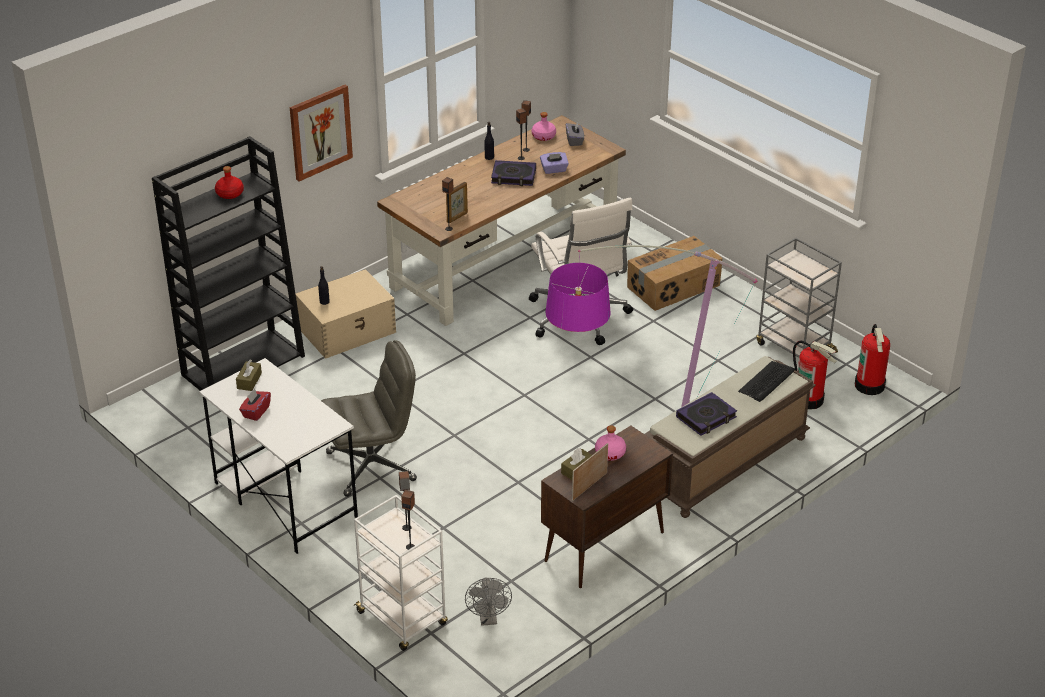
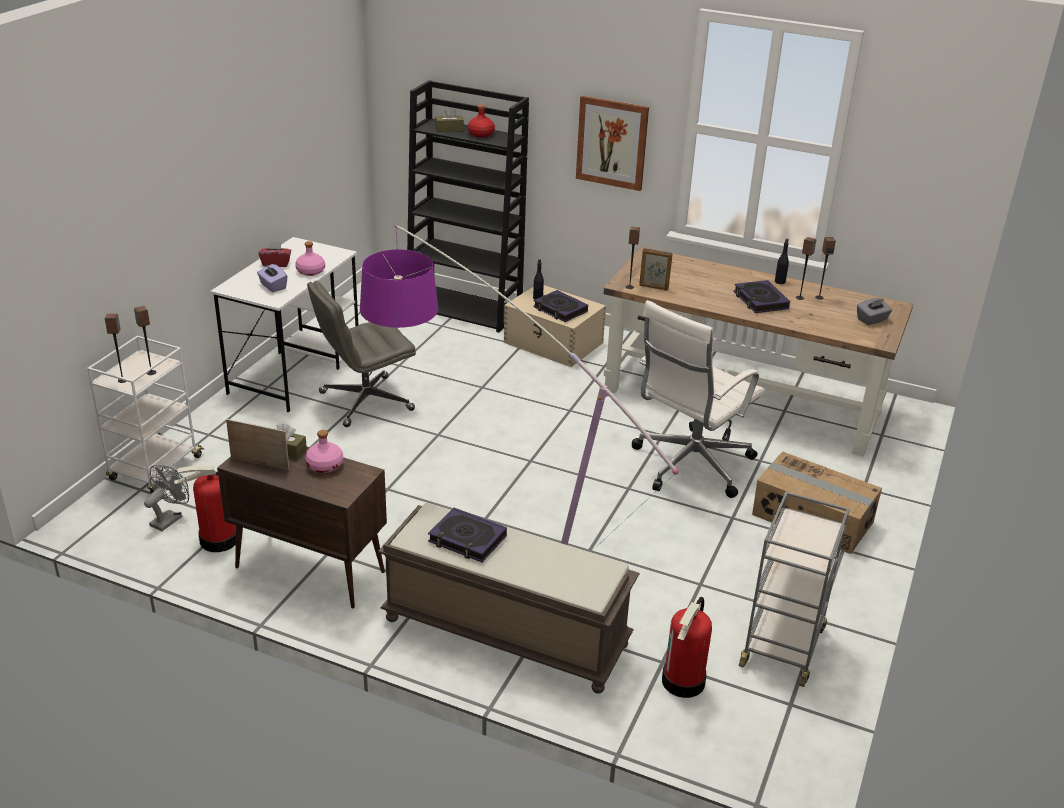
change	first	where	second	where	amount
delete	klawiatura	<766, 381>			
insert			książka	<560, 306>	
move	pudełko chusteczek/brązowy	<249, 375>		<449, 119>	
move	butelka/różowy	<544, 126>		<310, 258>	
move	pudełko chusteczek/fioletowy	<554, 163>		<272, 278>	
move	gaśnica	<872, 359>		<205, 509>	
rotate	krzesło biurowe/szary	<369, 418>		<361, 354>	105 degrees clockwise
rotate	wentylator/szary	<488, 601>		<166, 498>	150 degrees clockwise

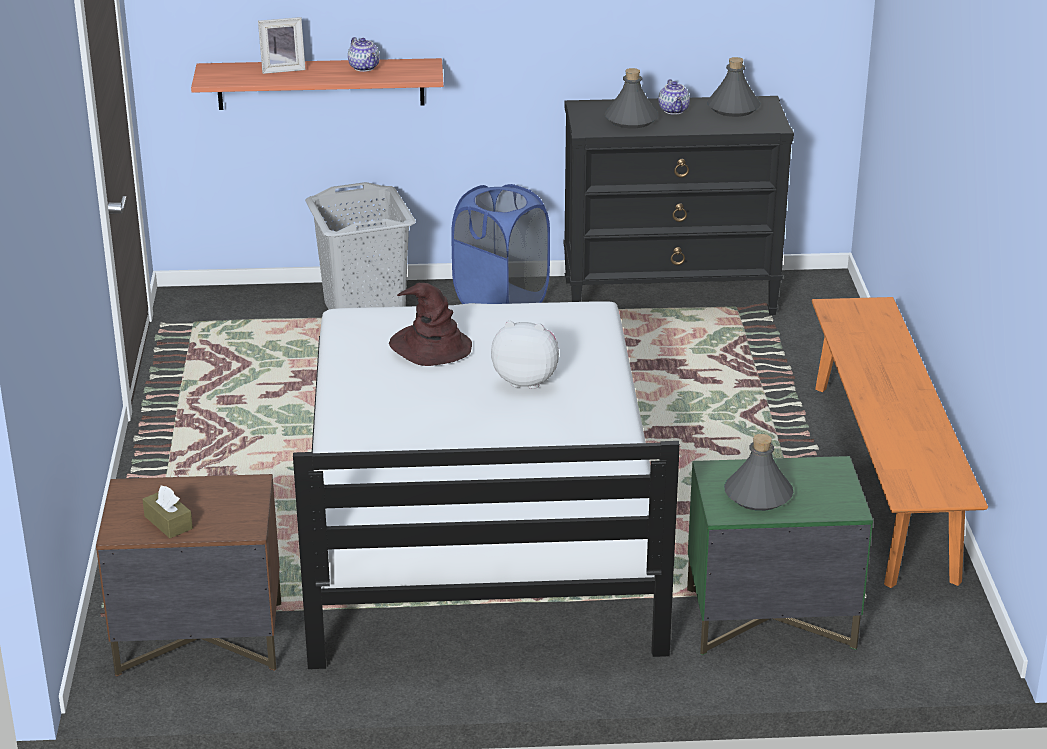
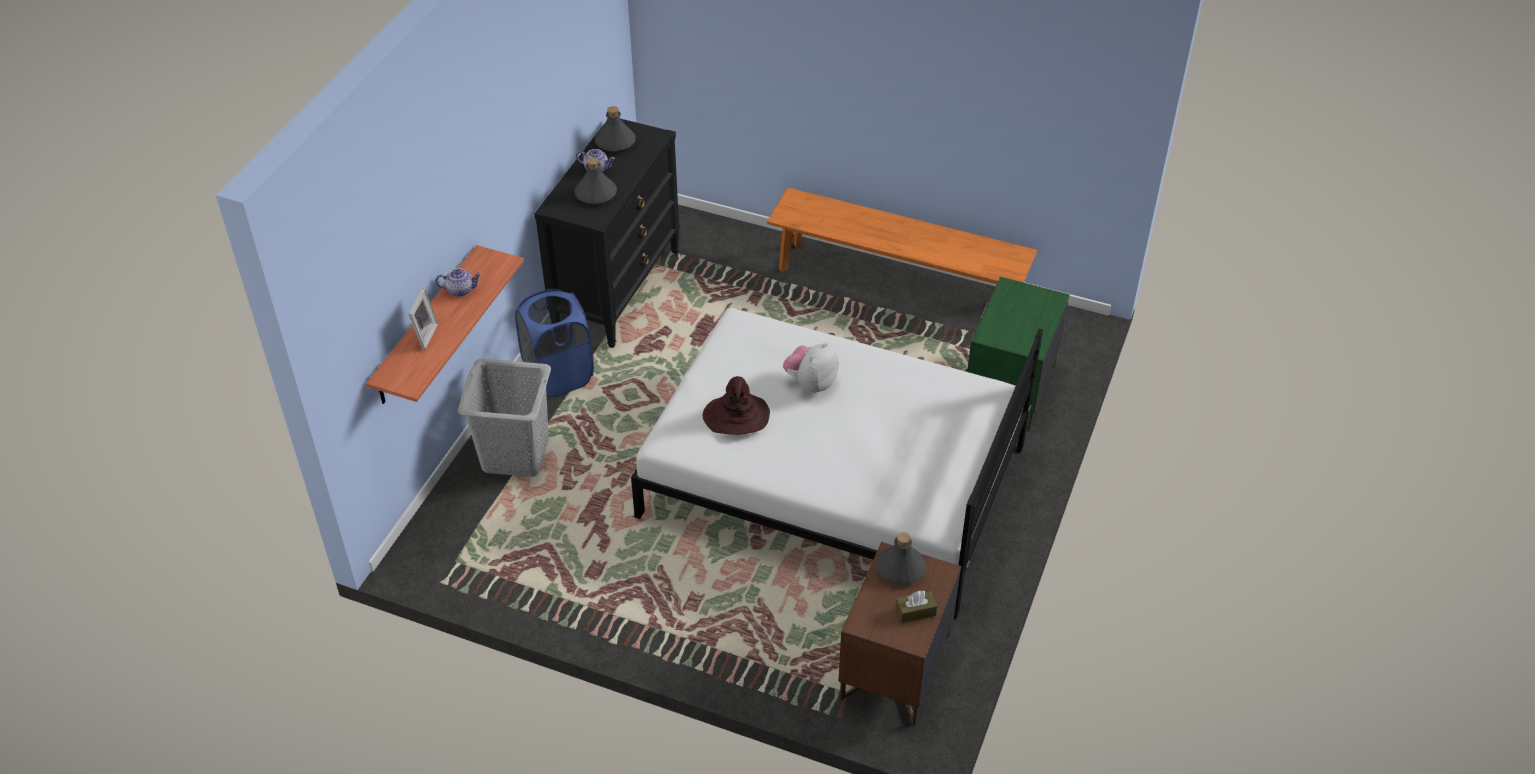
change	first	where	second	where	amount
move	butelka/szary	<758, 472>		<901, 558>	

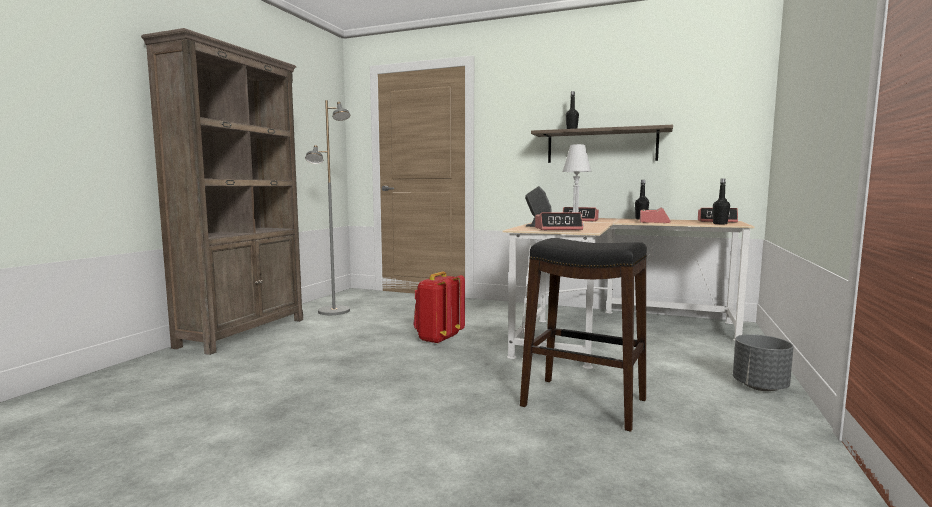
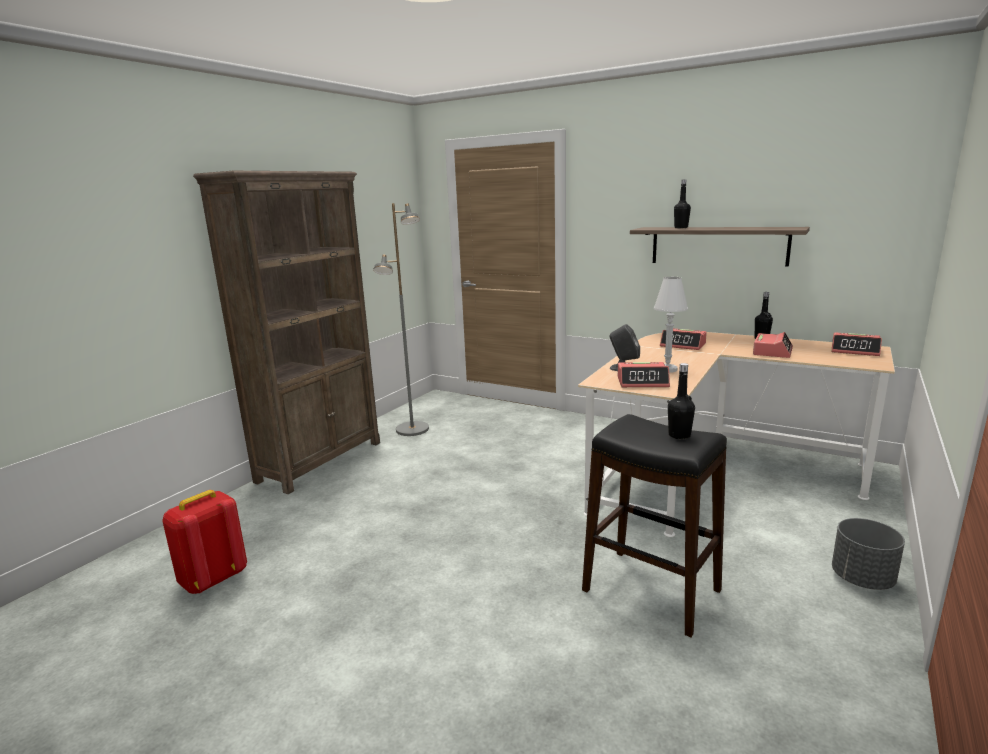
change	first	where	second	where	amount
move	plecak/czerwony	<439, 308>		<205, 542>	
move	butelka/czarny	<721, 201>		<681, 401>	

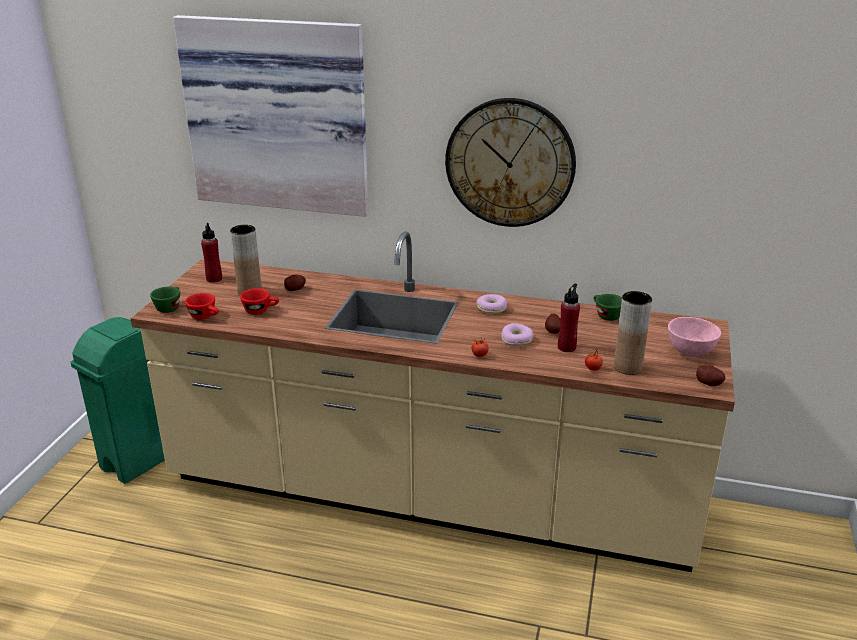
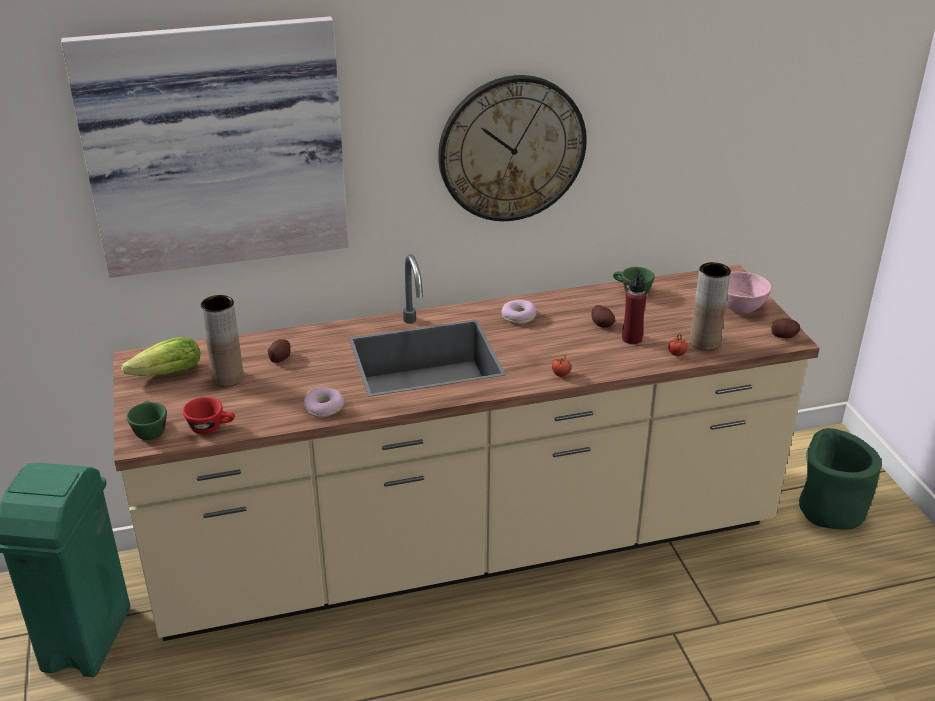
change	first	where	second	where	amount
delete	filiżanka/czerwony	<259, 301>			
insert			donica/zielony	<840, 479>	
move	donut	<517, 334>		<324, 402>	
replace	butelka/czerwony	<211, 253>	sałata	<160, 356>	

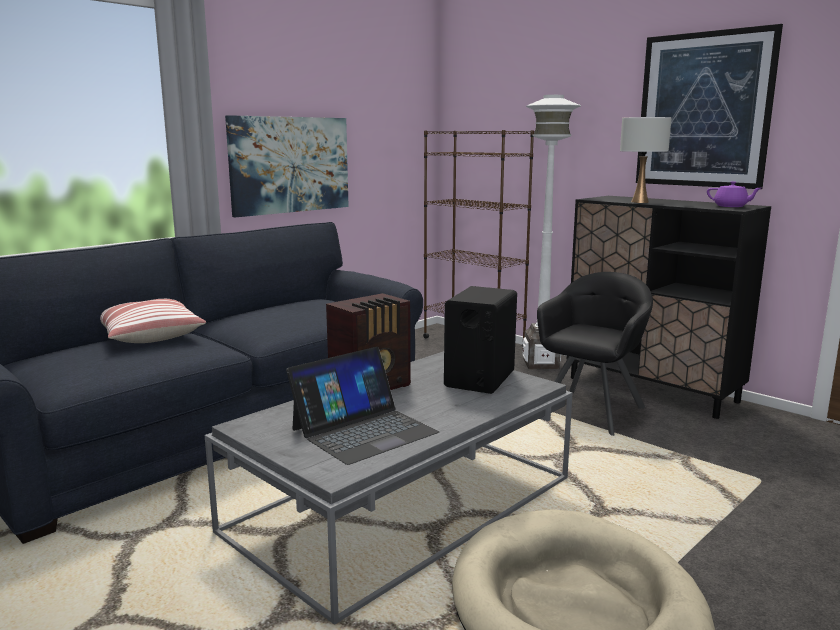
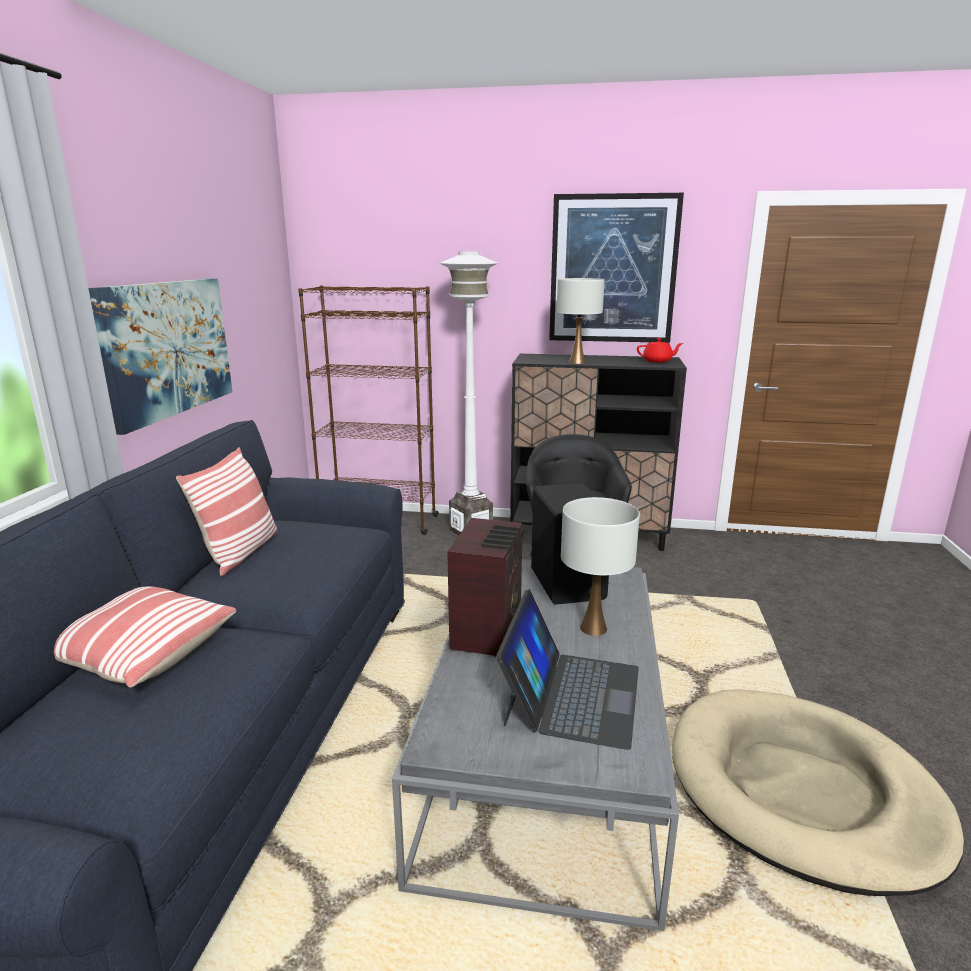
change	first	where	second	where	amount
insert			poduszka	<227, 511>	
insert			lampa stołowa/biały	<600, 566>	
recolor	imbryk/fioletowy	<734, 194>	imbryk/czerwony	<660, 350>	

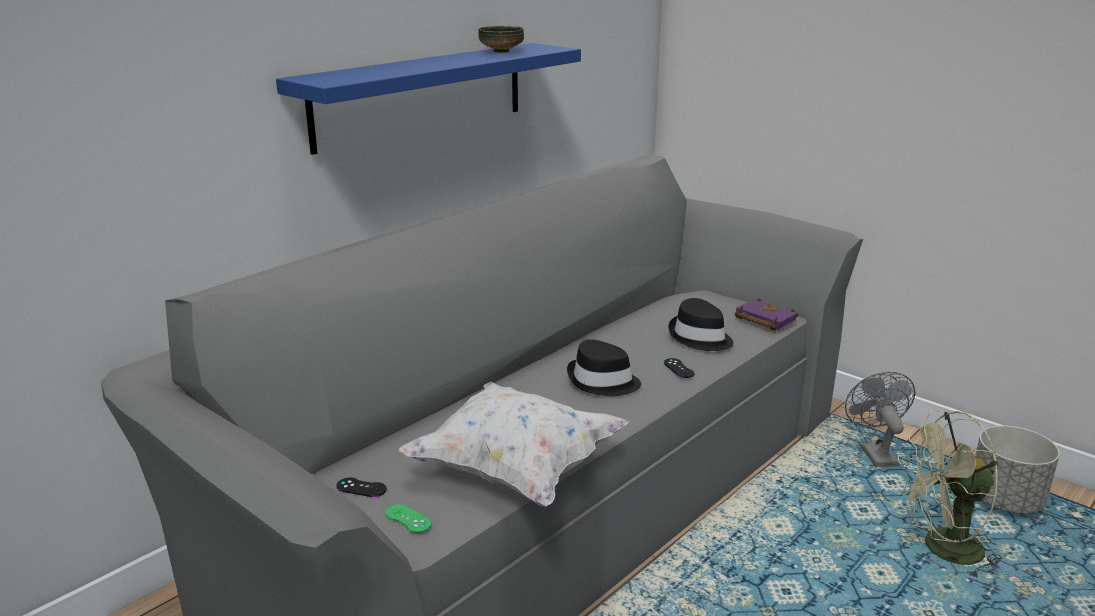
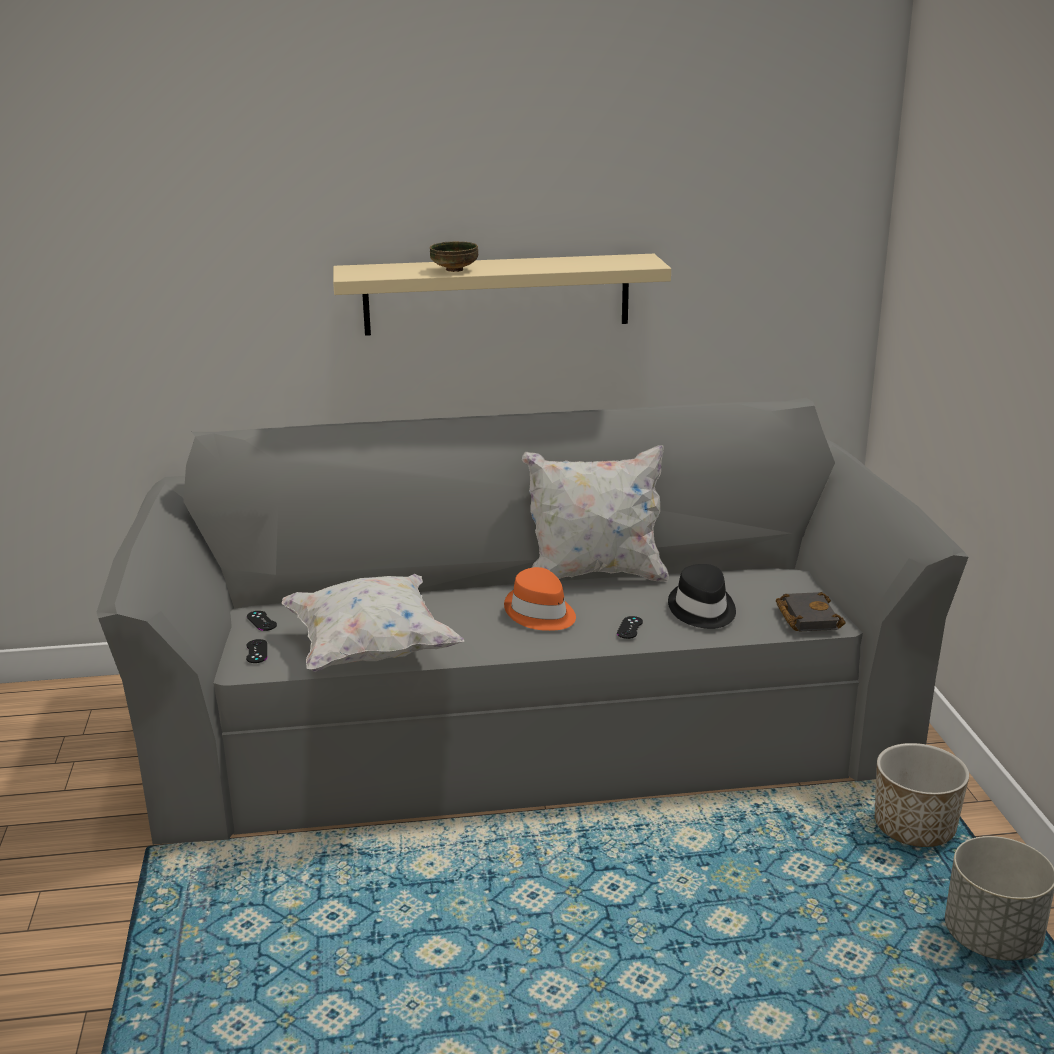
change	first	where	second	where	amount
delete	wentylator/zielony	<952, 495>			
insert			poduszka/biały	<595, 513>	
move	miska	<501, 39>		<454, 256>	
replace	wentylator/szary	<880, 419>	donica	<922, 795>	
recolor	półka/niebieski	<428, 99>	półka/beżowy	<502, 295>	
recolor	pad do gier/zielony	<408, 518>	pad do gier/czarny	<256, 651>	
recolor	kapelusz/czarny	<604, 367>	kapelusz/pomarańczowy	<540, 599>	
recolor	książka/fioletowy	<766, 314>	książka/czarny	<811, 612>	

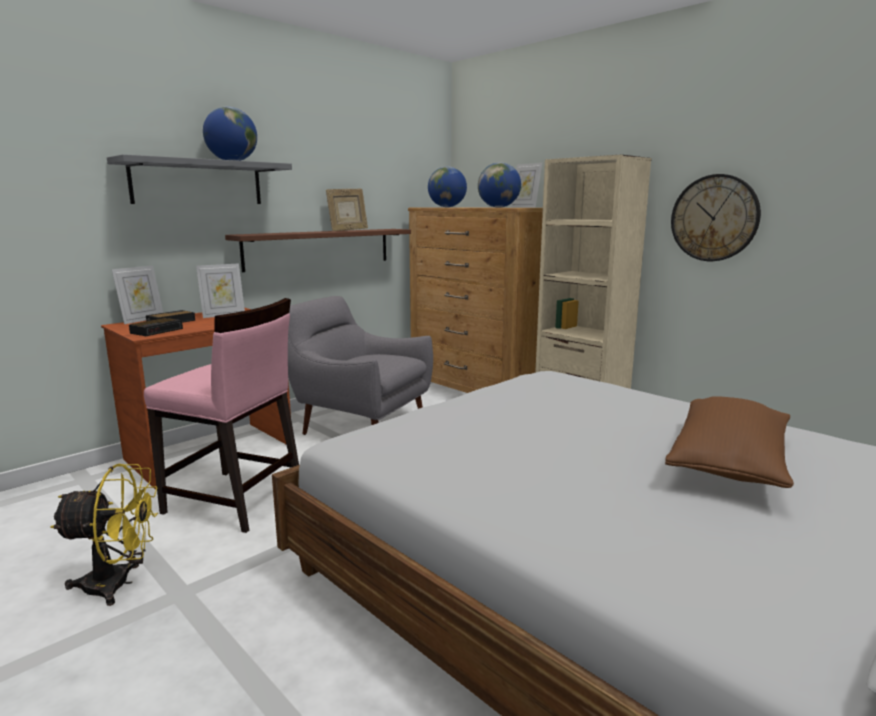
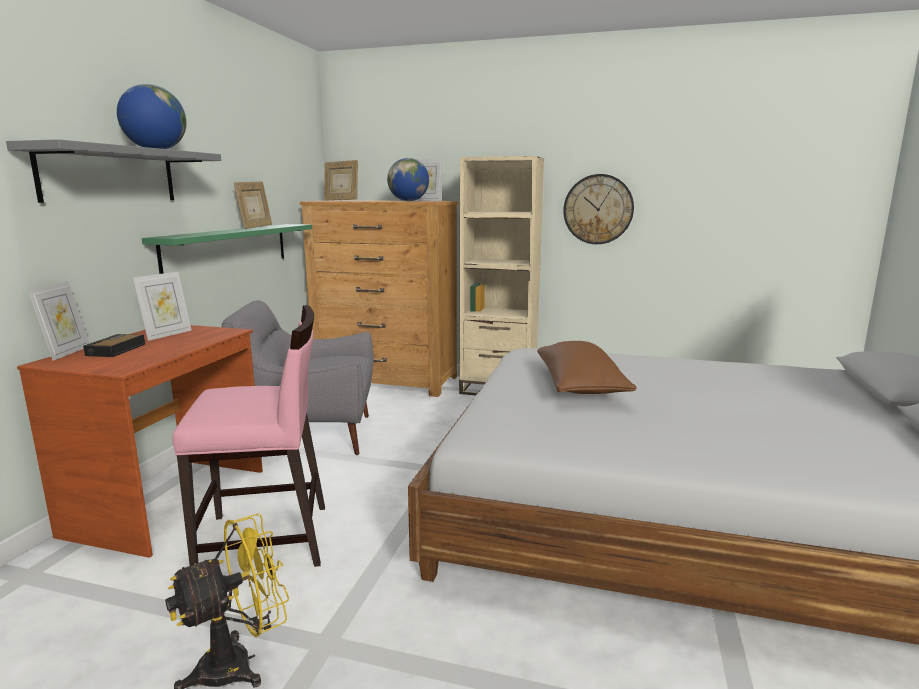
change	first	where	second	where	amount
delete	budzik	<156, 327>			
move	poduszka/brązowy	<729, 442>		<587, 367>	
replace	globus	<447, 187>	ramka na zdjęcie	<341, 180>	
recolor	półka/brązowy	<318, 250>	półka/zielony	<227, 249>	

